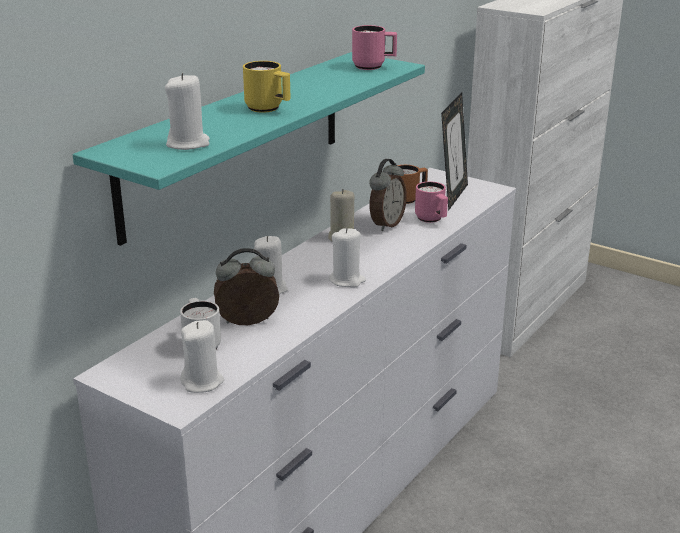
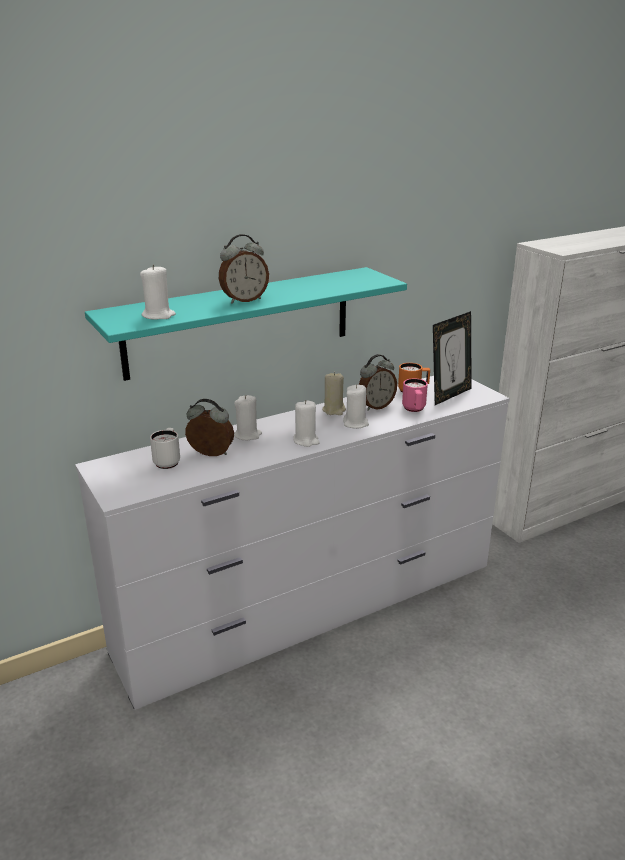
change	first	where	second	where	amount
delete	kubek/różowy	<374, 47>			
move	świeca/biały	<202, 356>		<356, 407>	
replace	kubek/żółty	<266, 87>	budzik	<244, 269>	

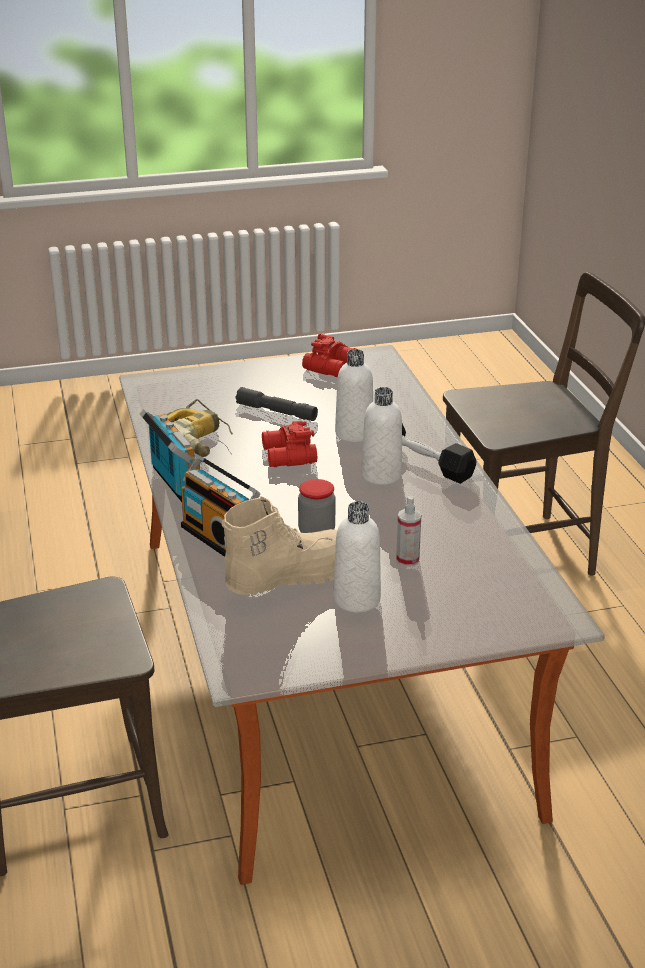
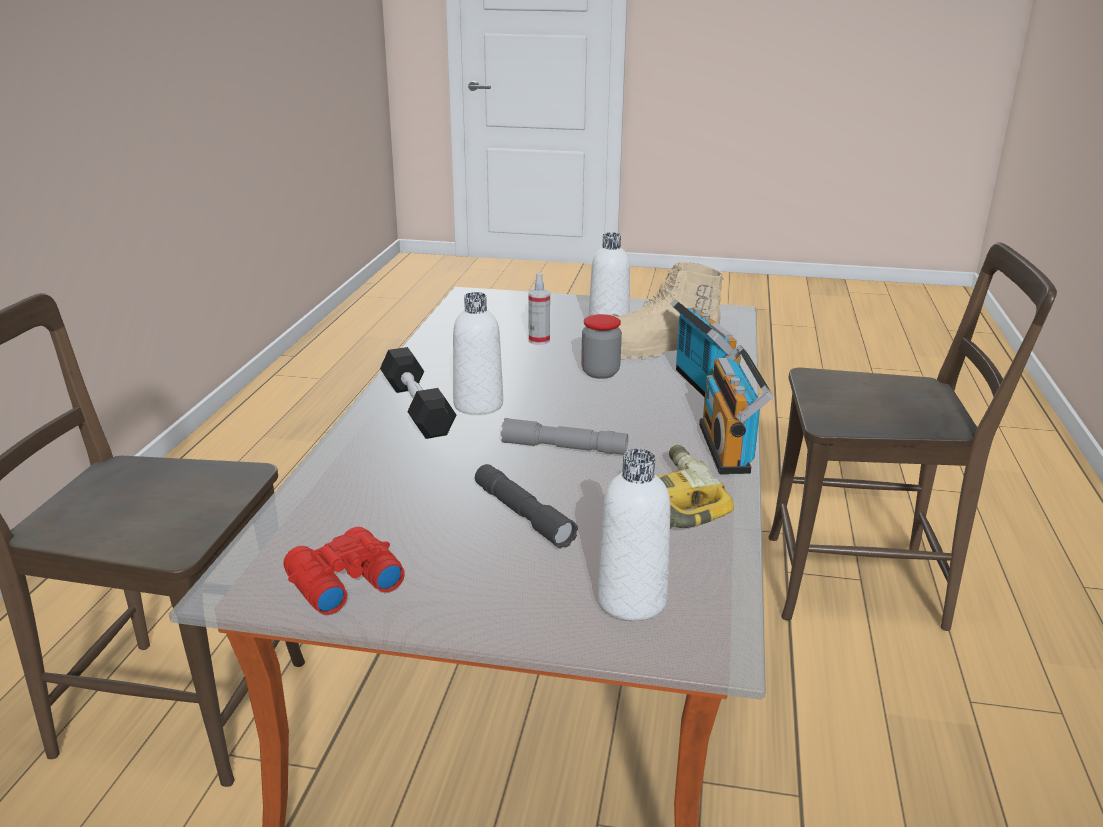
change	first	where	second	where	amount
move	butelka/biały	<354, 395>		<634, 535>	
replace	lornetka/czerwony	<289, 444>	latarka/szary	<564, 436>	

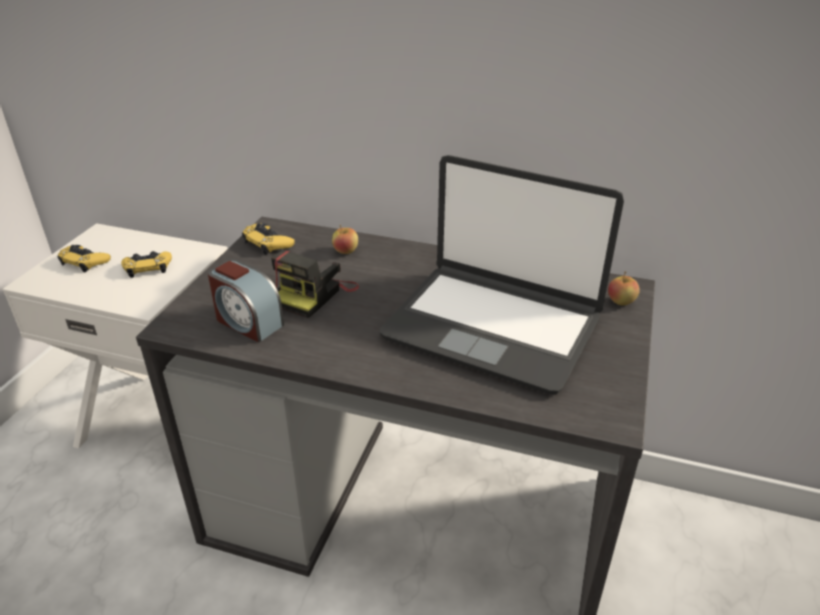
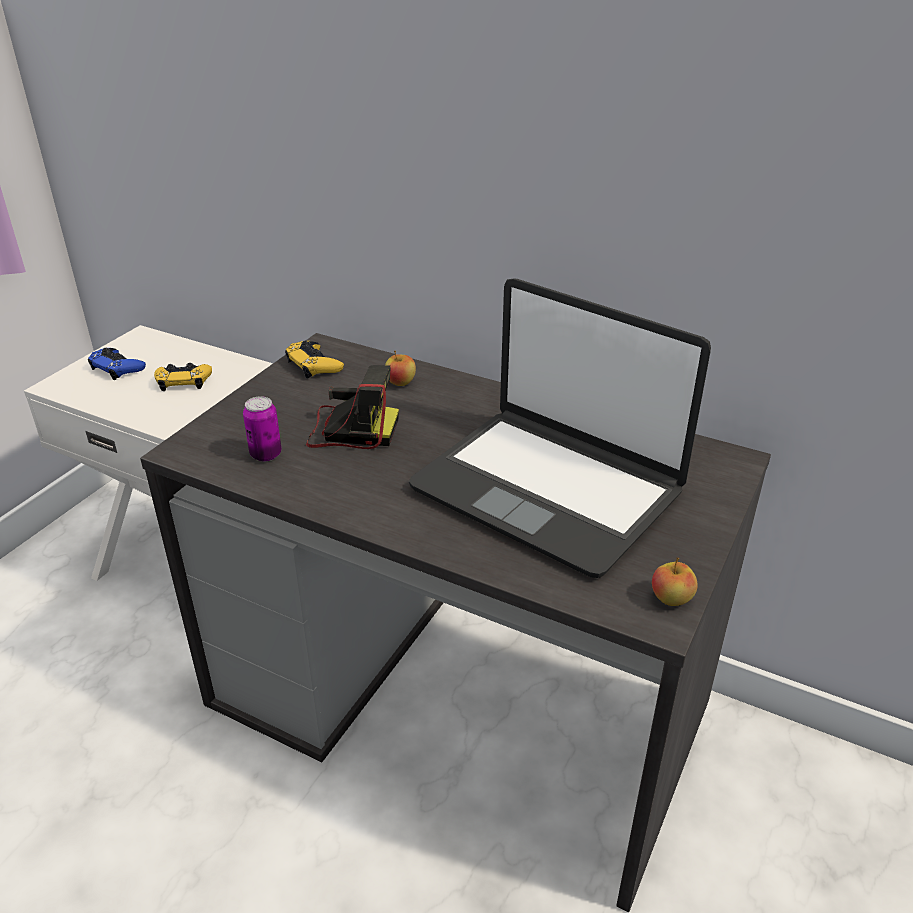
change	first	where	second	where	amount
move	jabłko	<624, 288>		<675, 581>	
replace	budzik	<246, 300>	puszka	<262, 428>	
recolor	pad do gier/żółty	<84, 258>	pad do gier/niebieski	<117, 364>	
rotate	aparat fotograficzny	<315, 284>		<352, 407>	120 degrees counterclockwise

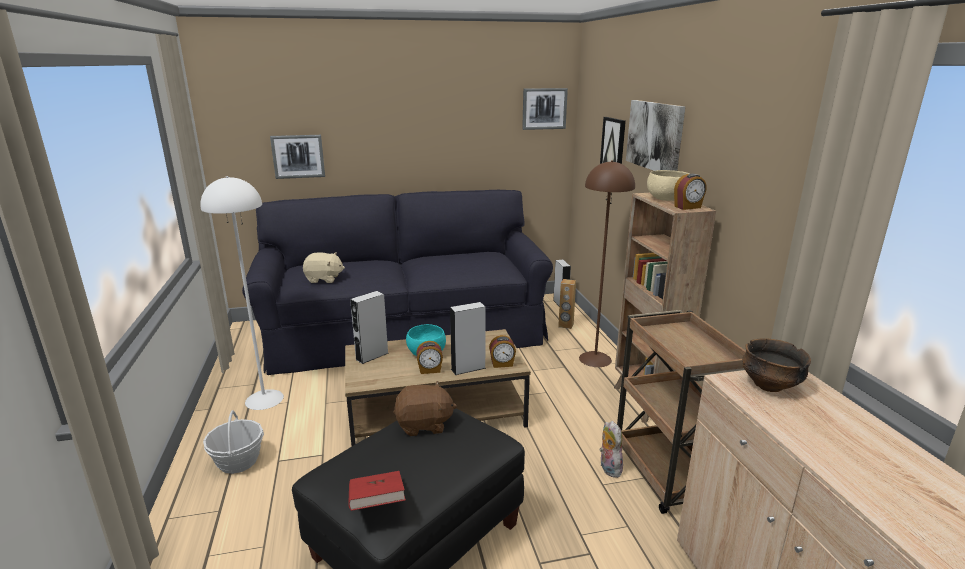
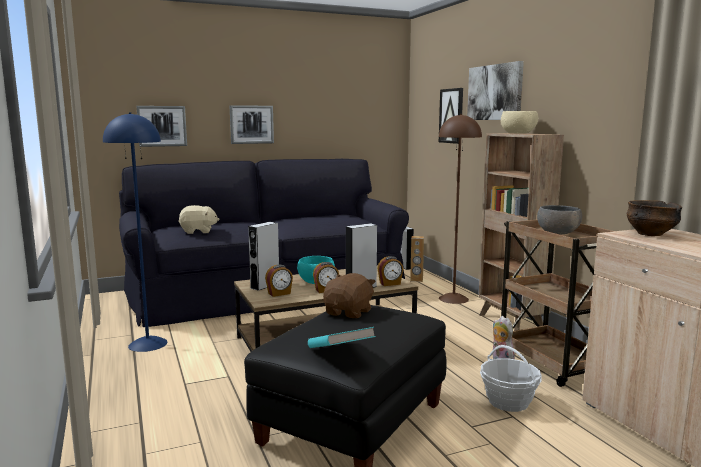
change	first	where	second	where	amount
insert			miska/szary	<559, 219>	
move	koszyk	<233, 442>		<511, 378>	
move	obraz	<545, 109>		<251, 124>	
move	budzik	<690, 192>		<279, 281>	
recolor	lampa stojąca/biały	<242, 293>	lampa stojąca/niebieski	<135, 232>	
recolor	książka/czerwony	<377, 491>	książka/turkusowy	<342, 337>	
rotate	pluszak/brązowy	<425, 408>		<349, 295>	45 degrees counterclockwise

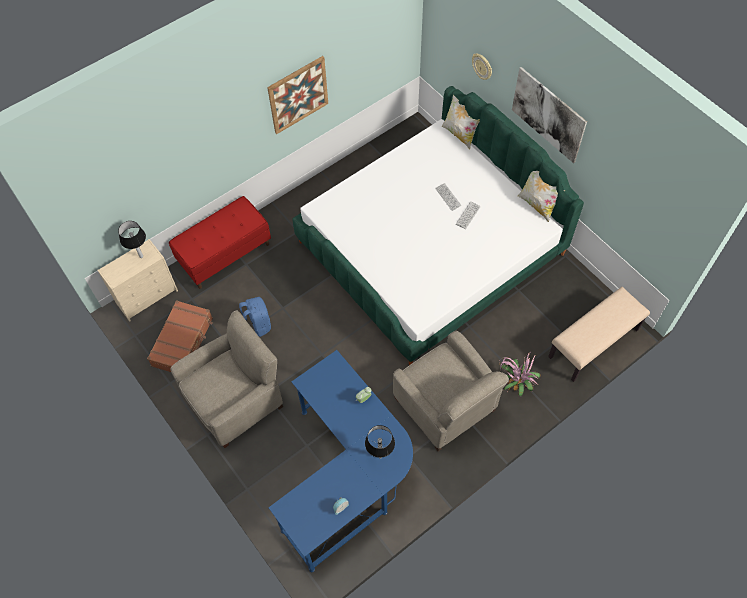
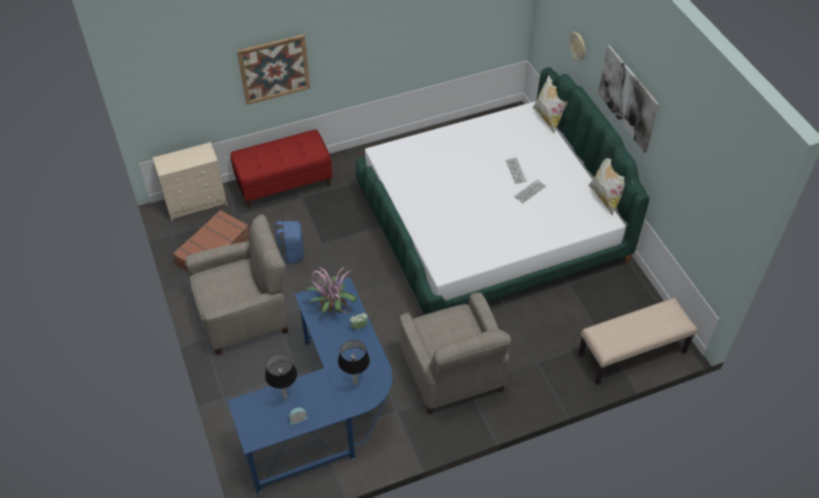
change	first	where	second	where	amount
move	lampa stołowa	<132, 239>		<281, 376>	
move	obraz	<297, 95>		<273, 69>	
move	roślina doniczkowa	<519, 374>		<330, 291>	

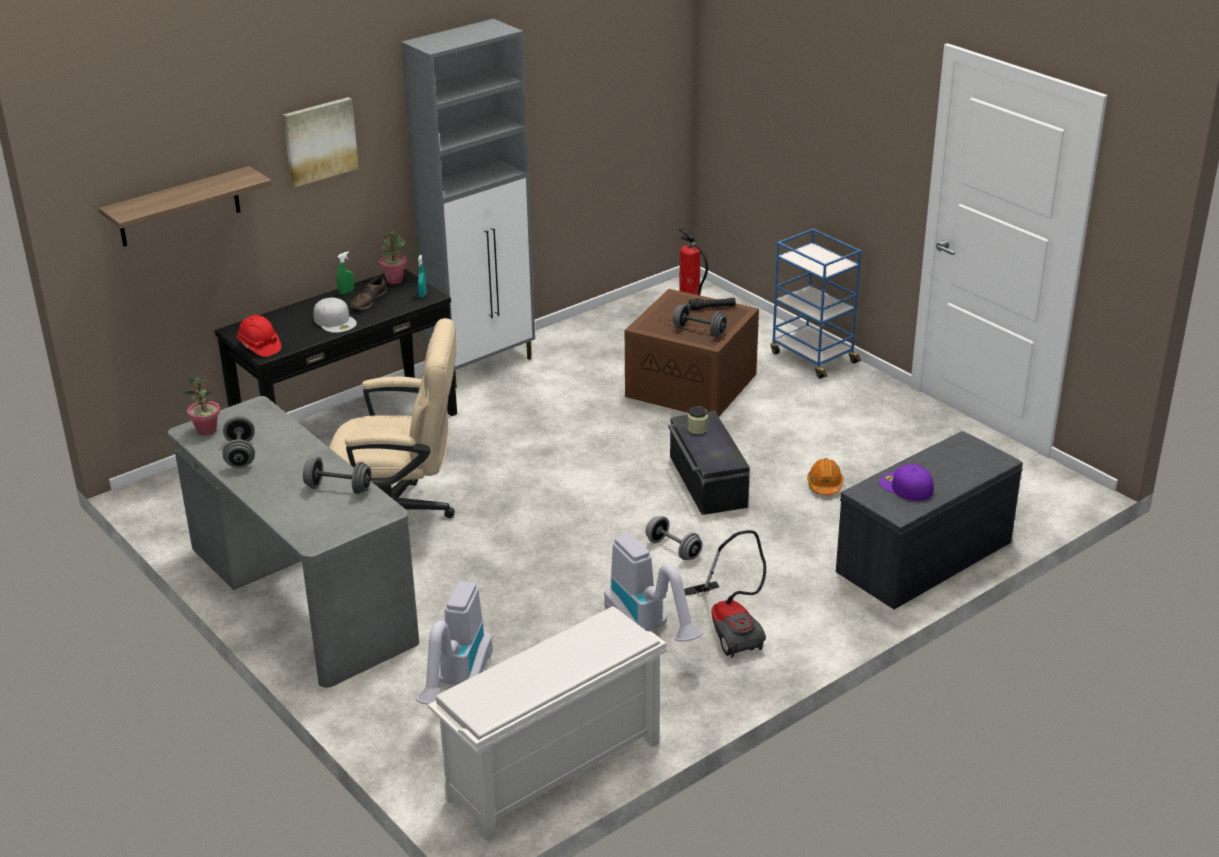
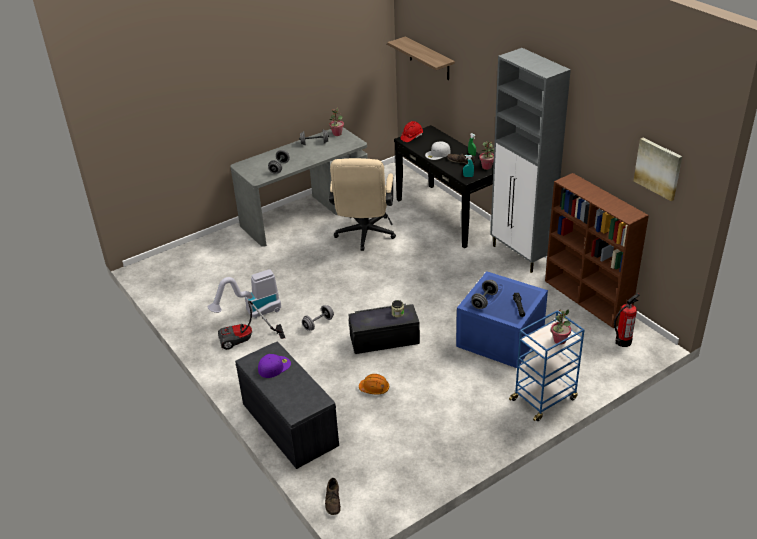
change	first	where	second	where	amount
delete	odkurzacz	<454, 643>			
delete	regał na buty/biały	<547, 724>			
insert			but/brązowy	<333, 496>	
insert			regał/brązowy	<597, 251>	
insert			roślina doniczkowa	<561, 327>	
move	obraz	<321, 142>		<658, 169>	
recolor	pojemnik do przechowywania/brązowy	<692, 352>	pojemnik do przechowywania/niebieski	<502, 319>	

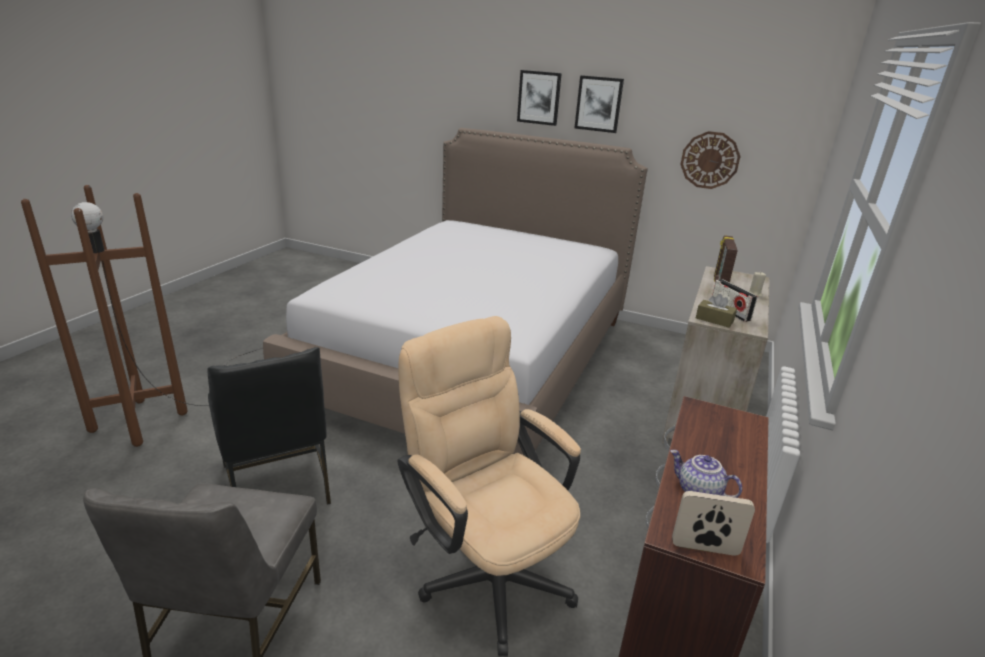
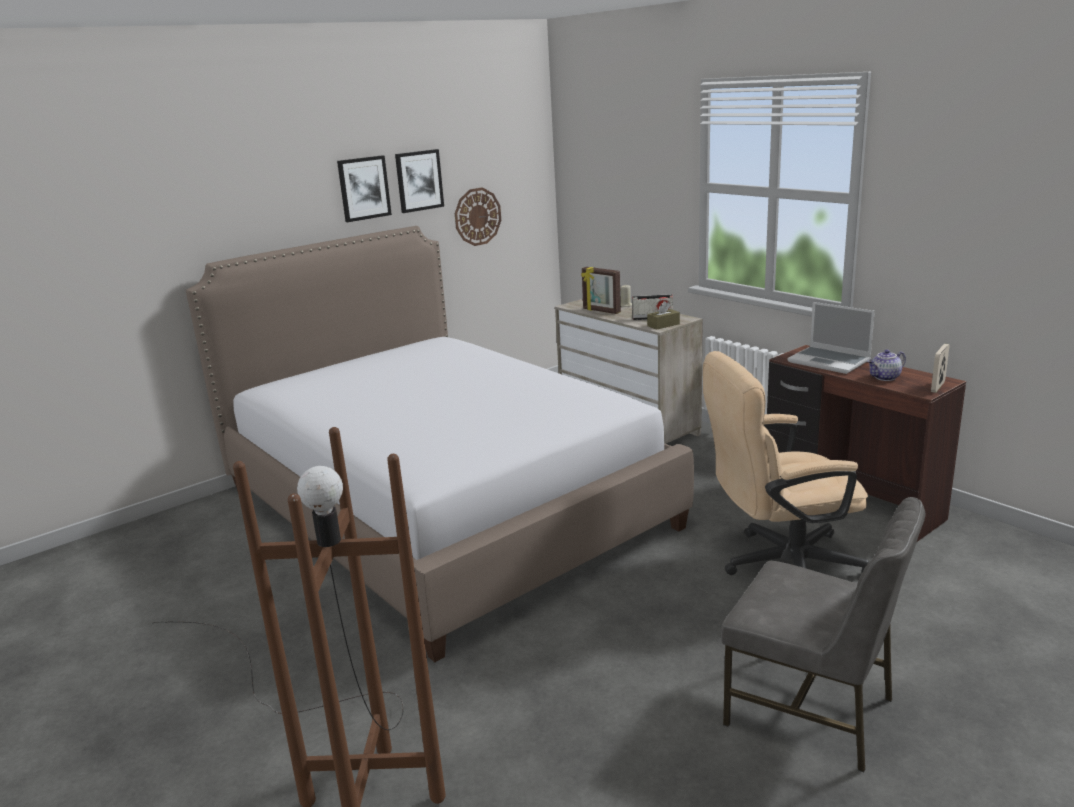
change	first	where	second	where	amount
delete	krzesło/czarny	<269, 426>			
insert			laptop	<831, 338>	
move	obraz	<539, 98>		<419, 181>	

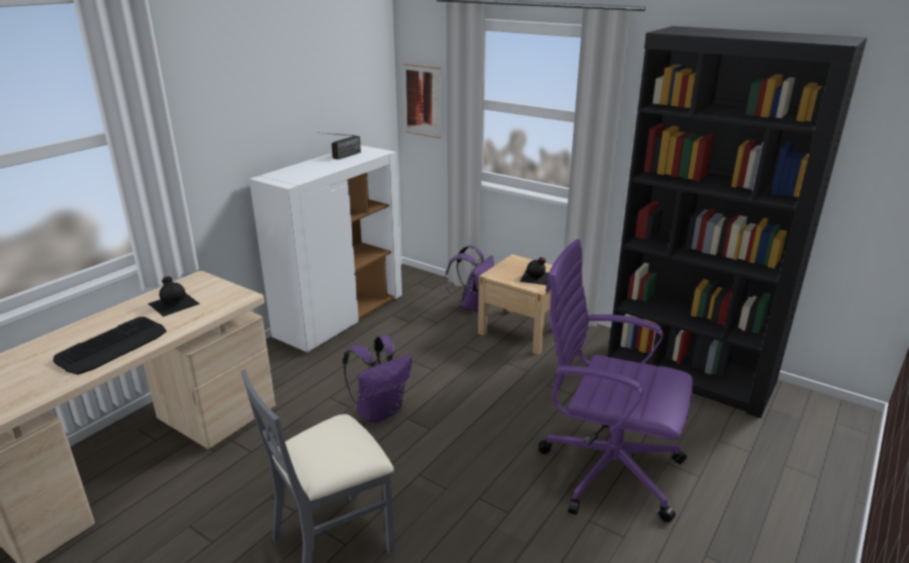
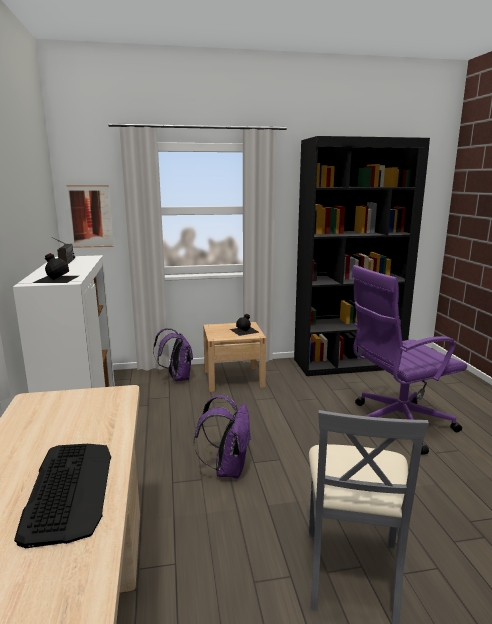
change	first	where	second	where	amount
move	butelka/czarny	<174, 296>		<56, 268>	

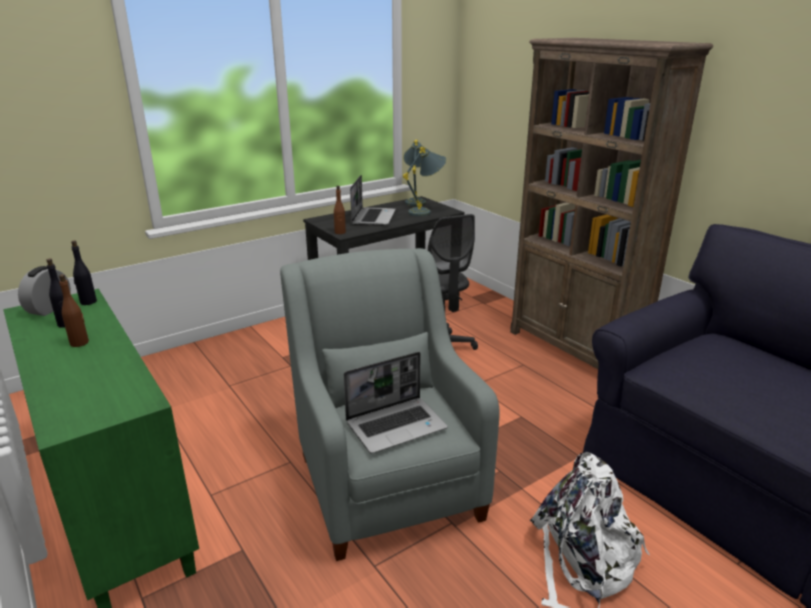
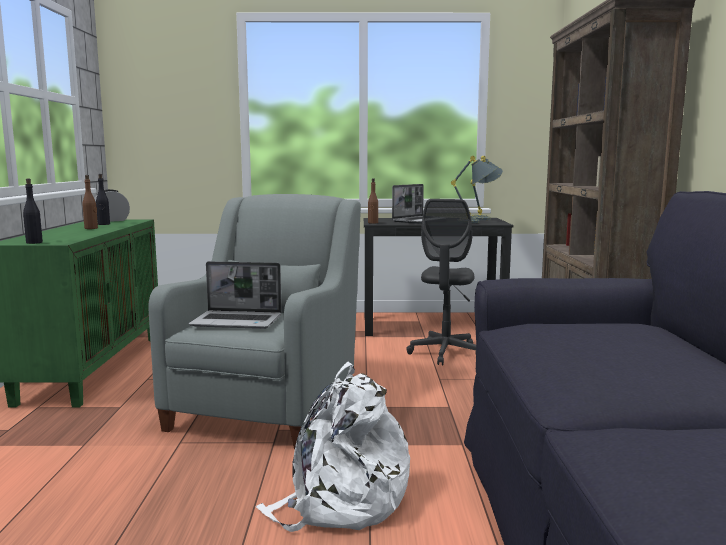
change	first	where	second	where	amount
move	butelka/czarny	<84, 272>		<33, 211>	

